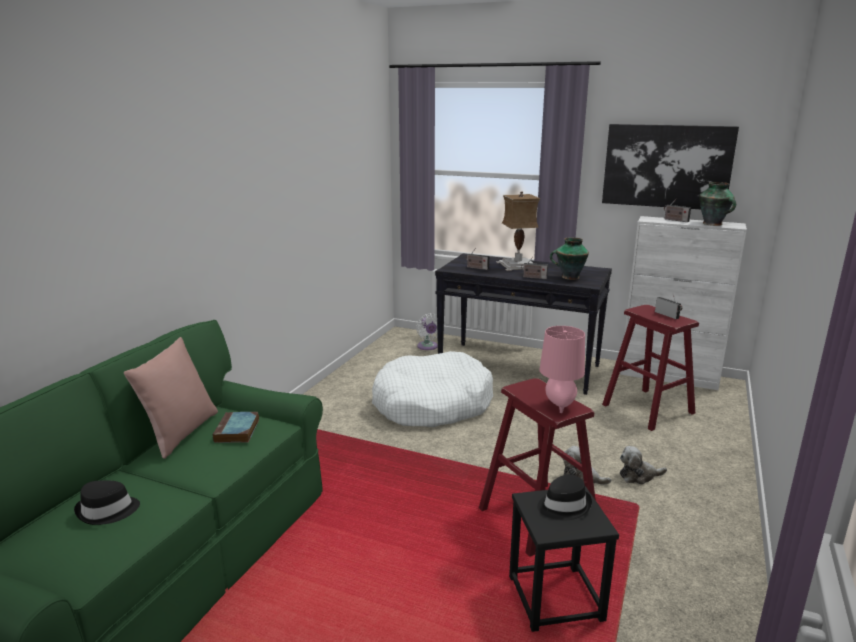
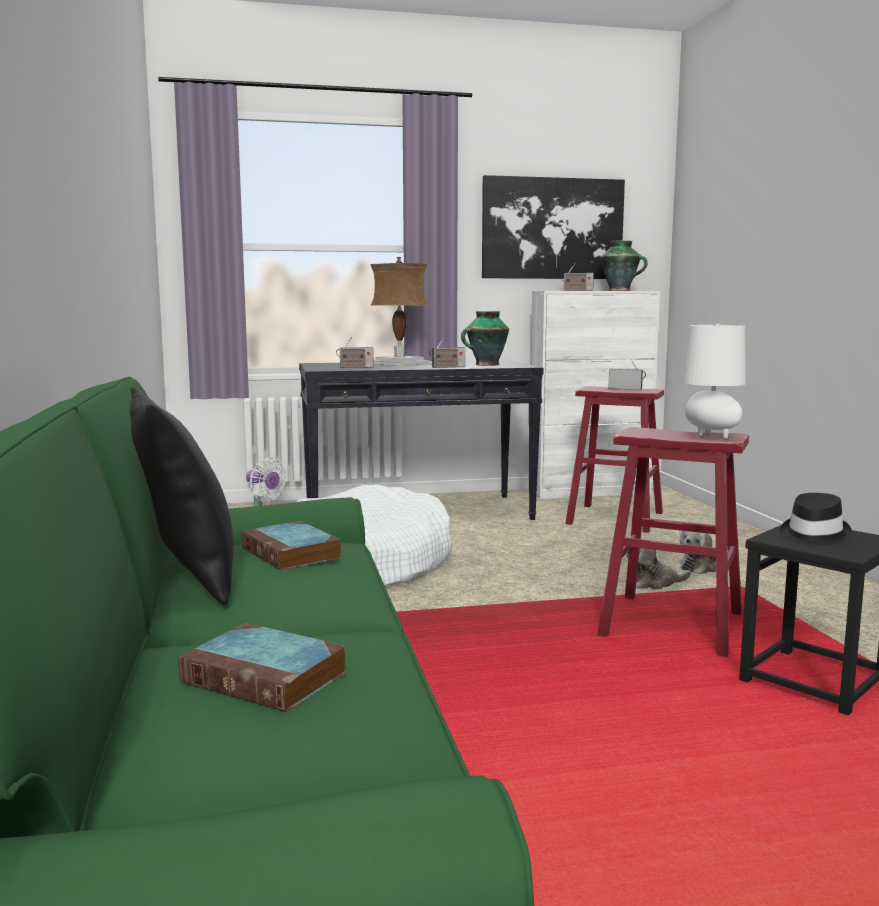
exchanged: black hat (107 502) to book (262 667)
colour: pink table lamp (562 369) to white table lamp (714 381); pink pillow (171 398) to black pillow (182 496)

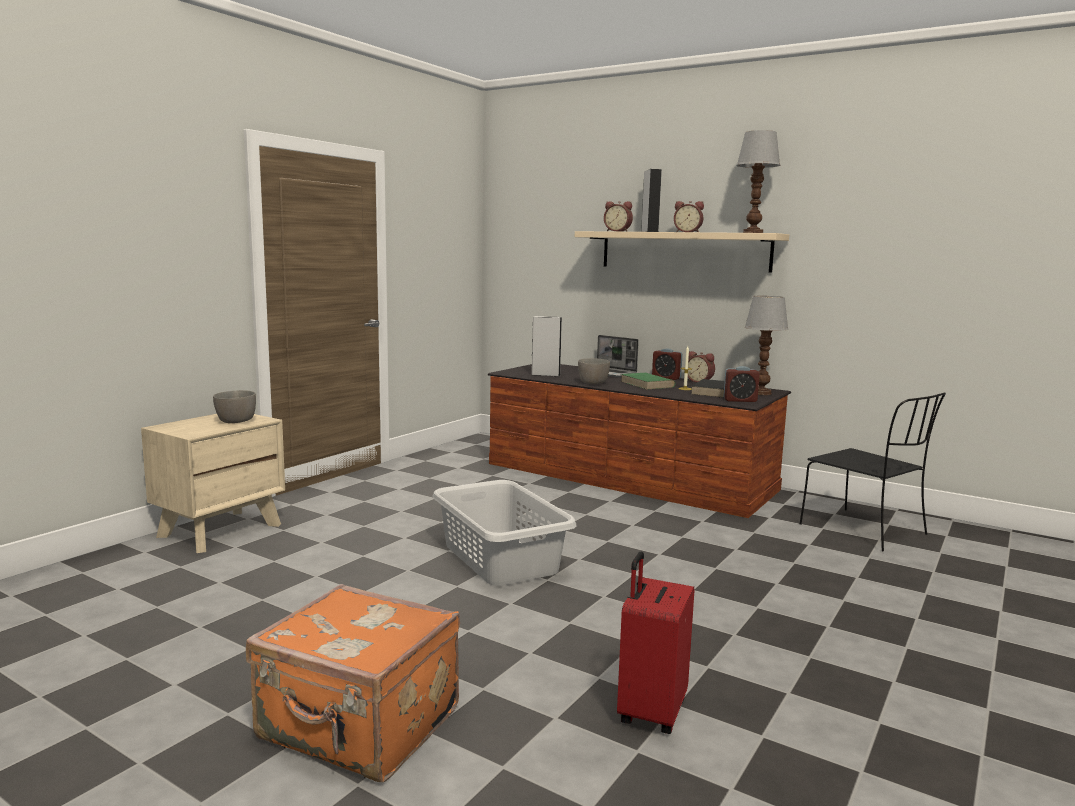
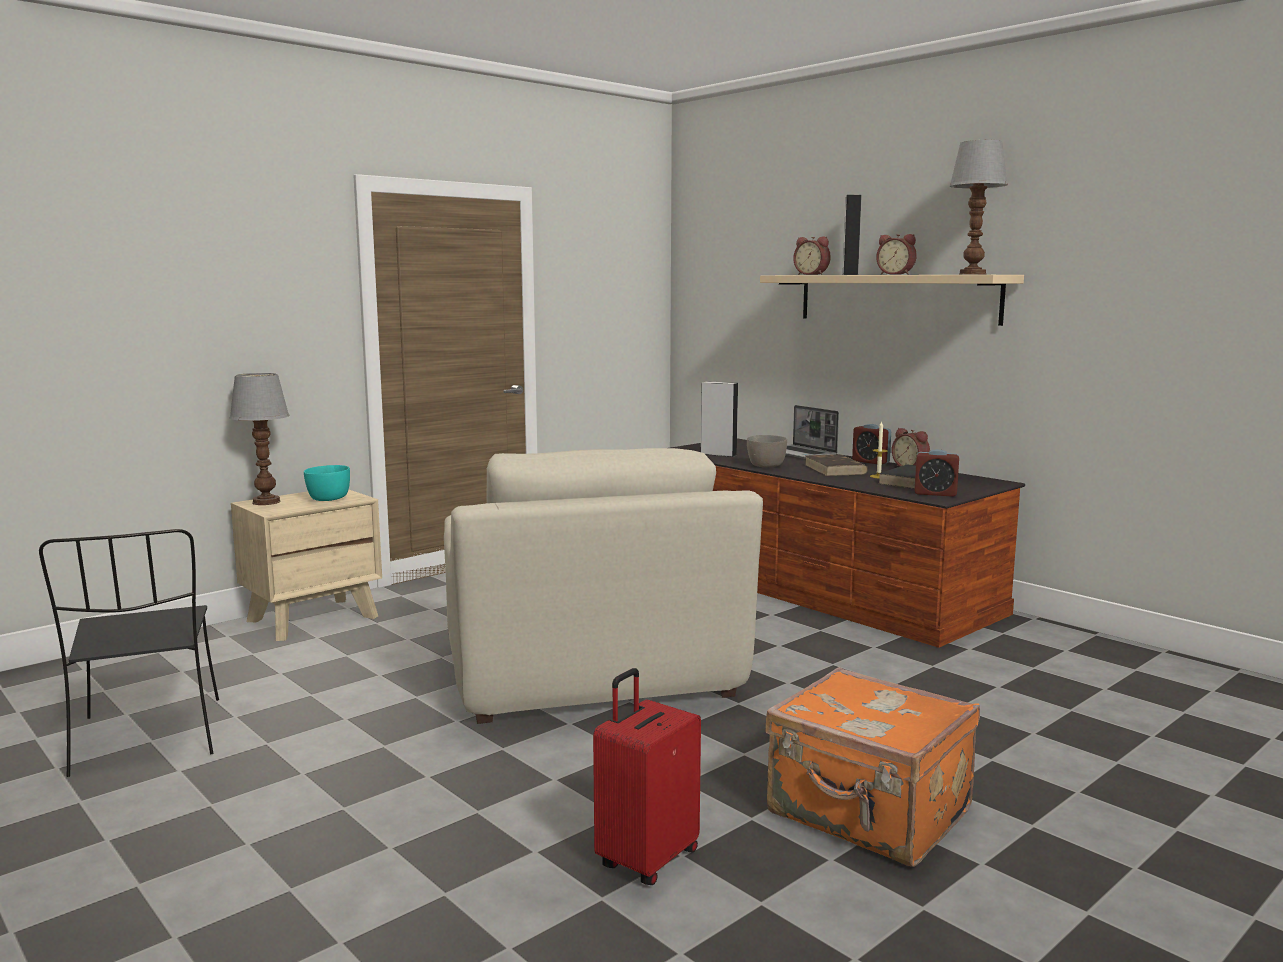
relocated: table lamp (766 345) to (259 439); black chair (873 471) to (129 653); orange suitcase (353 683) to (872 767)
exchanged: grey laundry basket (504 533) to beige armchair (603 586)
colour: green book (648 381) to brown book (836 465); grey bowl (234 406) to turquoise bowl (327 483)

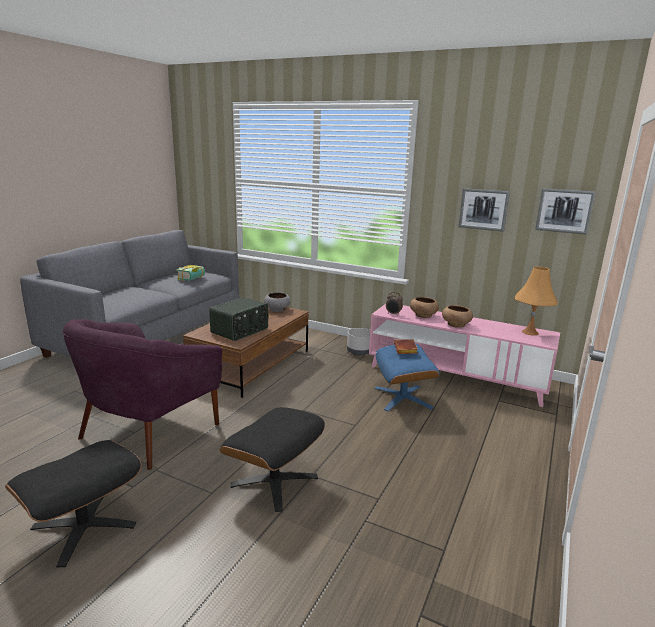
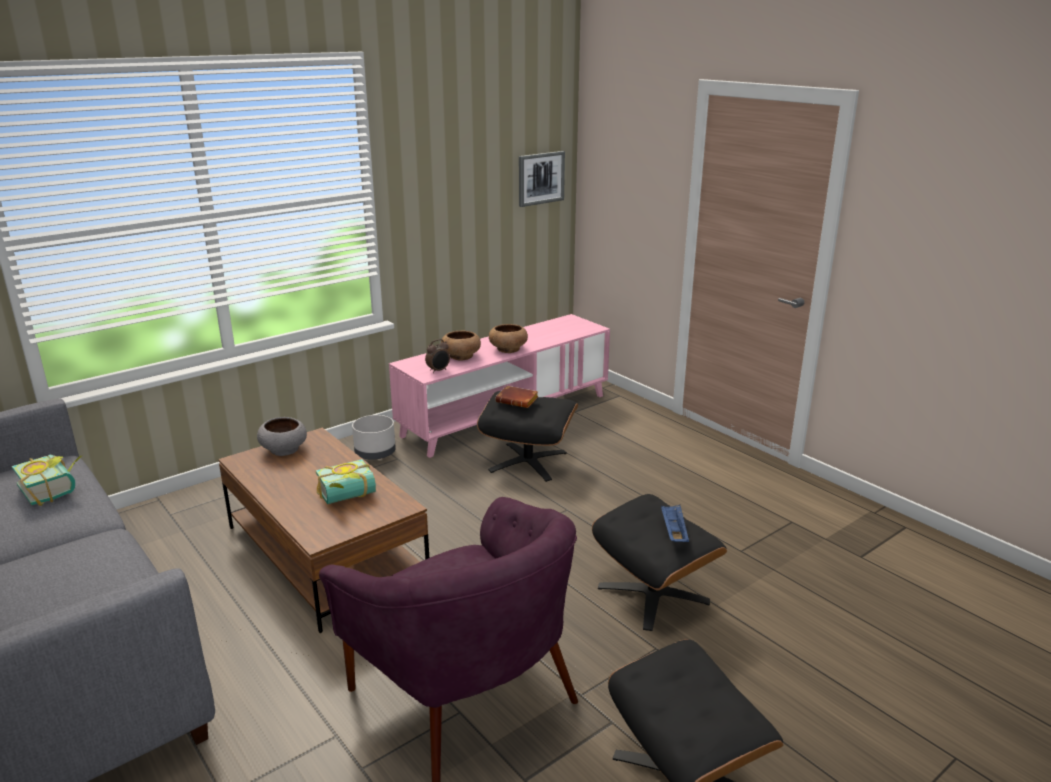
missing: picture (484 210); orange table lamp (536 301)
appeared: blue tray (675 523)
exchanged: radio (239 319) to book (346 481)
colour: blue ottoman (407 377) to black ottoman (527 436)

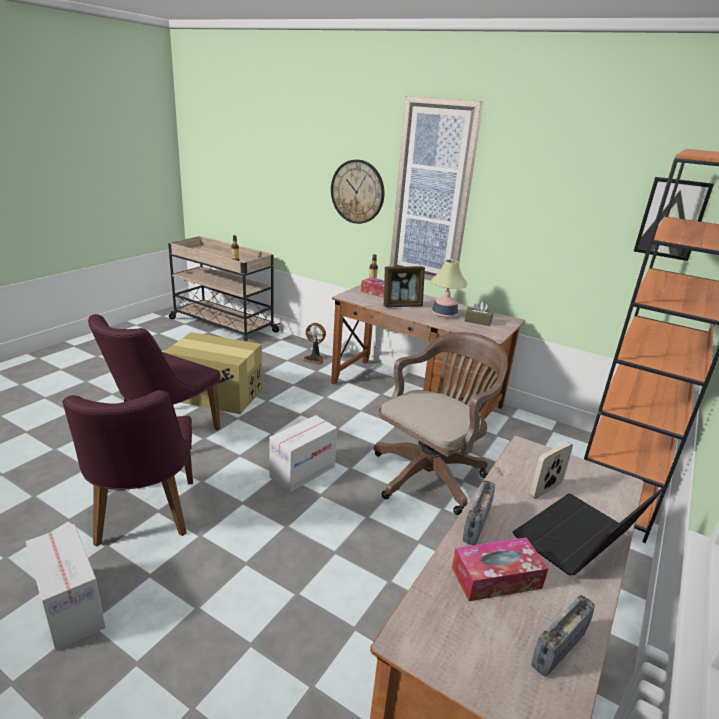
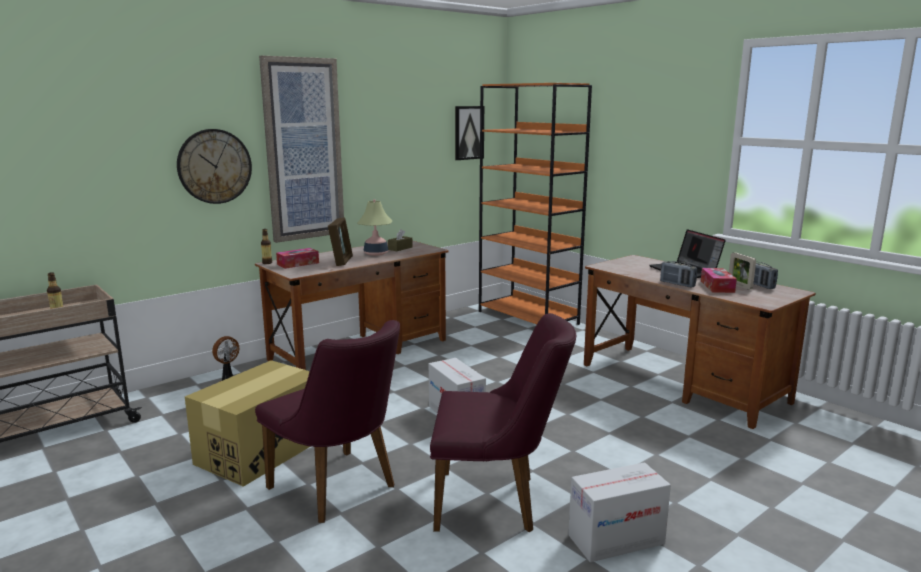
missing: brown office chair (440 423)
relocated: picture frame (551 470) to (742 271)

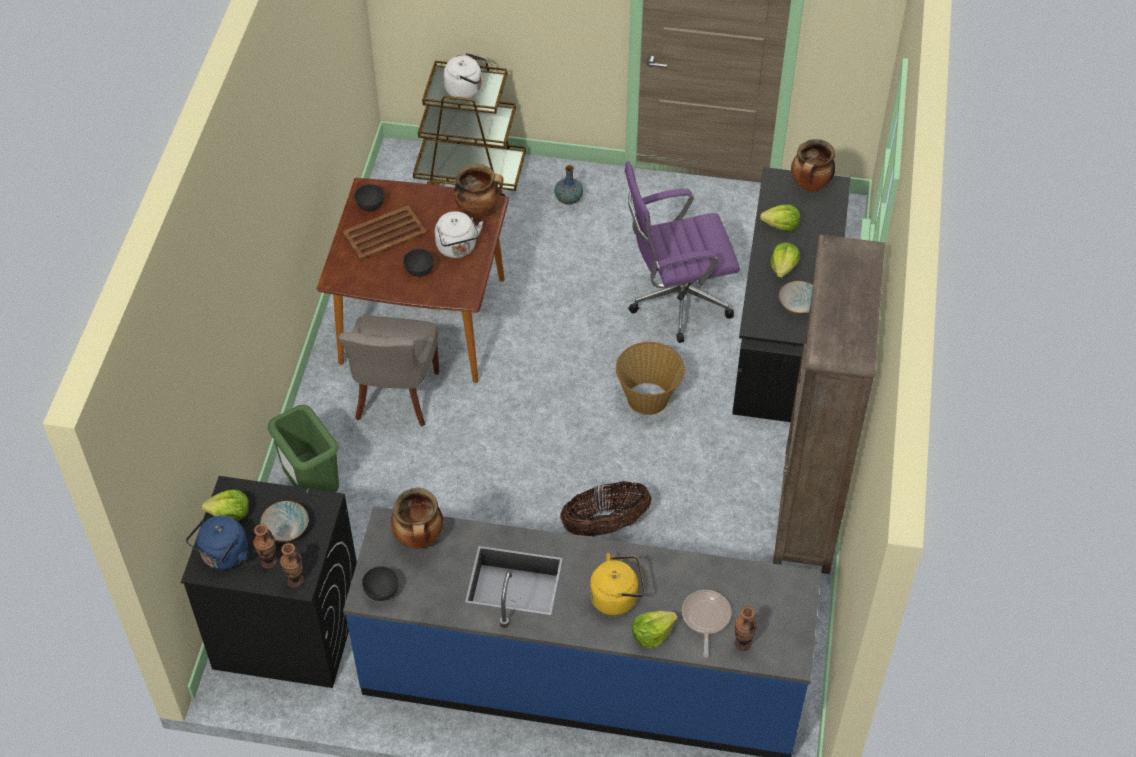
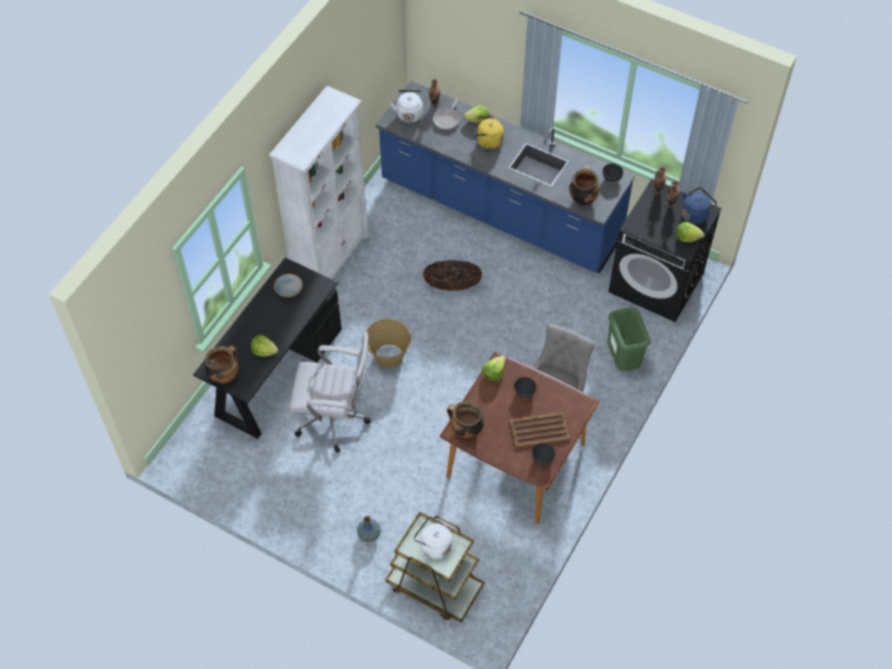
missing: bowl (284 521)
relocated: white kettle (459 234) to (407 106); lettuce (785 260) to (494 368)
colour: purple office chair (682 252) to white office chair (330 392); brown bookcase (829 404) to white bookcase (319 182)

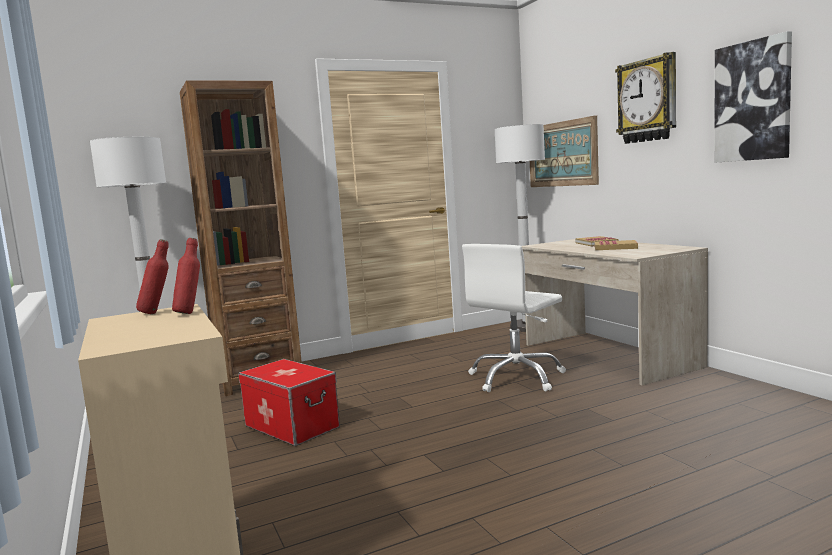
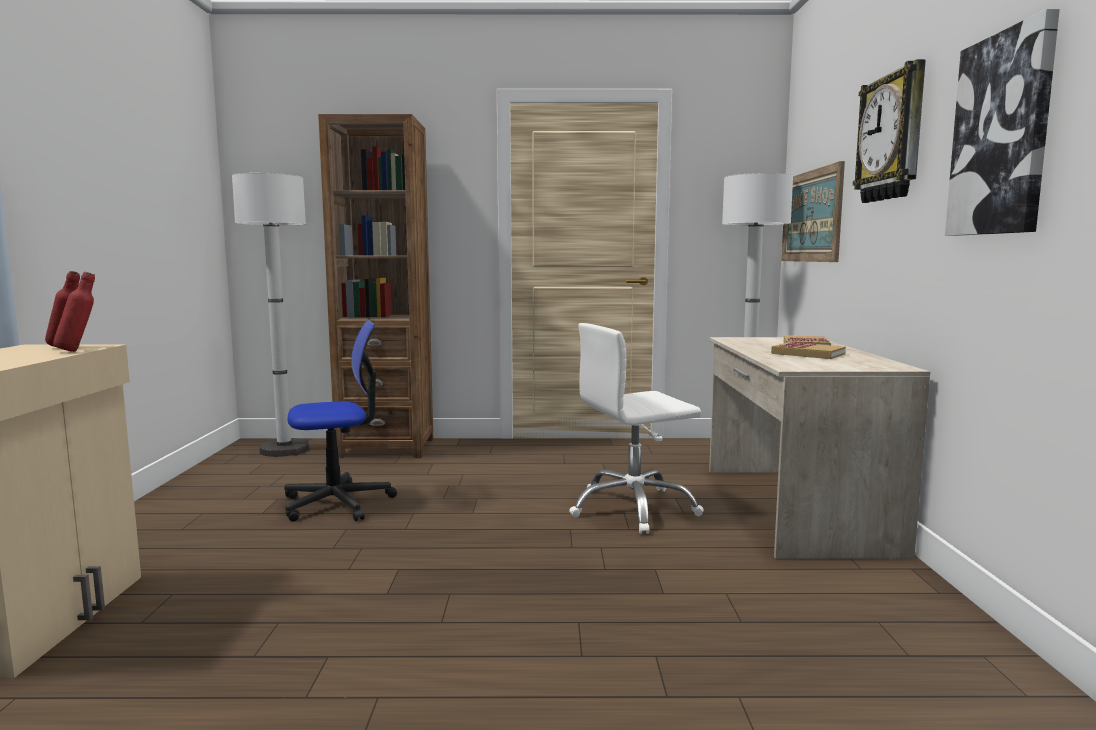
exchanged: storage box (289 402) to office chair (340 420)

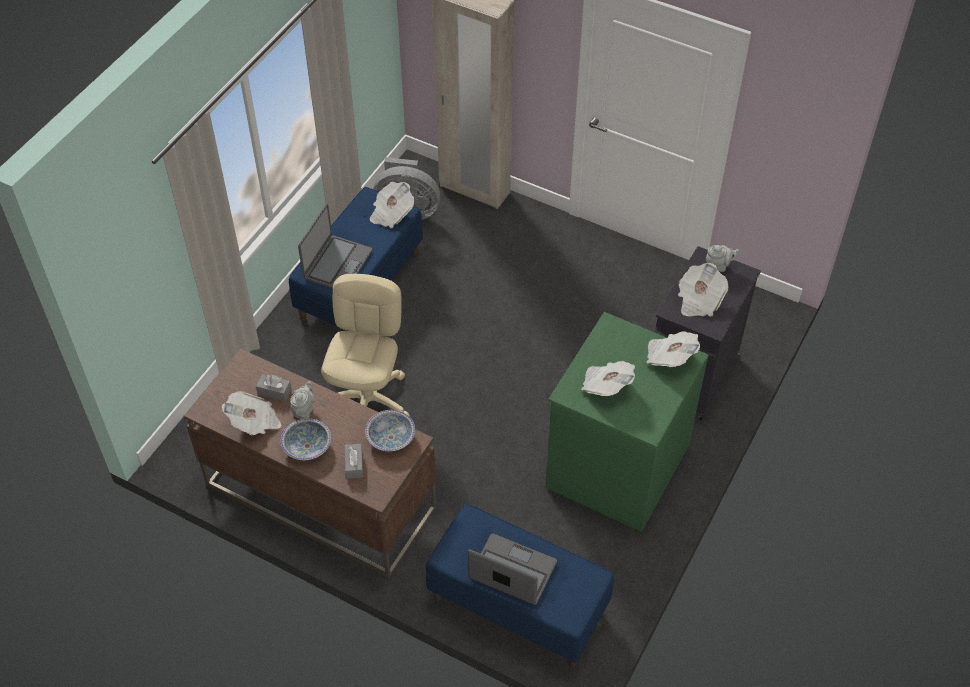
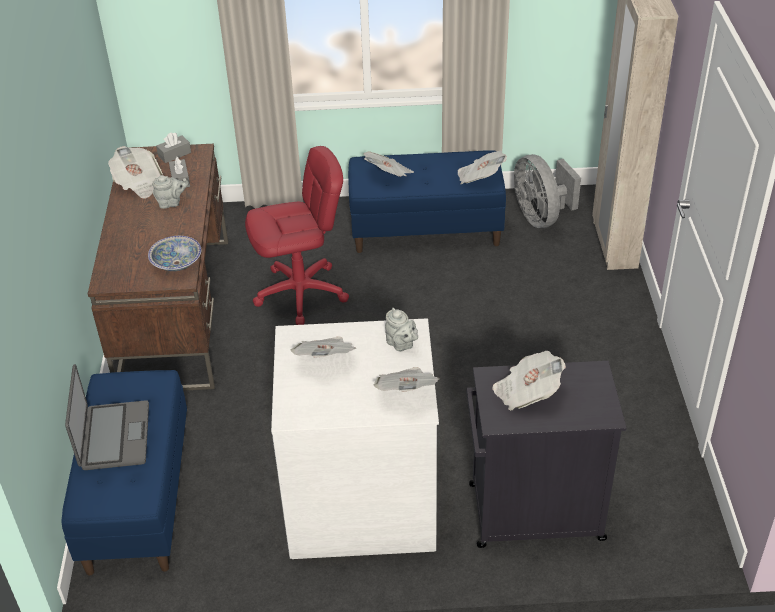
missing: bowl (306 439)
relocated: grey teapot (723 258) to (401 330); grey tissue box (354 461) to (173 147)
exchanged: laptop (335 246) to newspaper (389 164)
colour: beige office chair (365 345) to red office chair (297 235); green dresser (627 422) to white dresser (355 438)

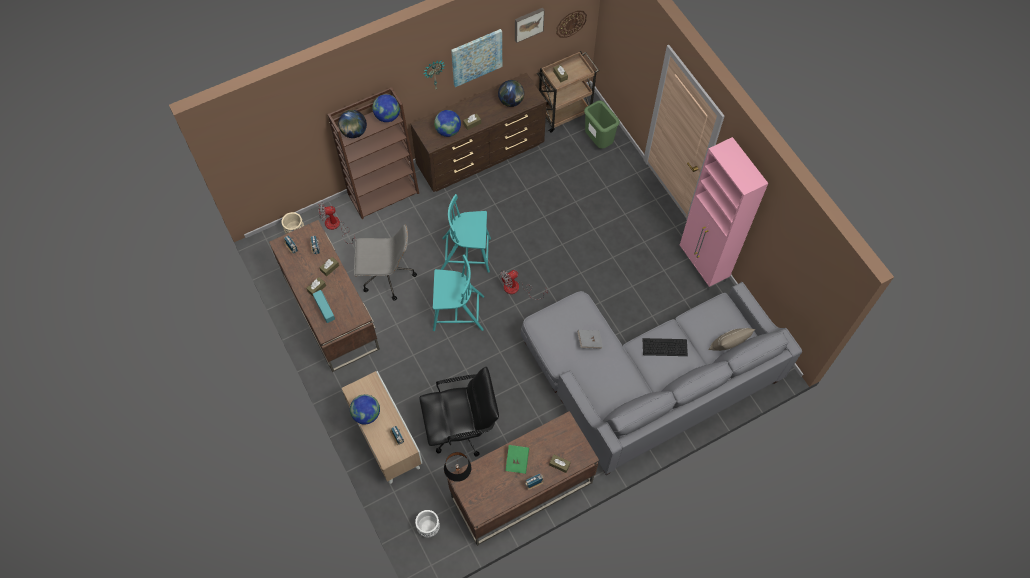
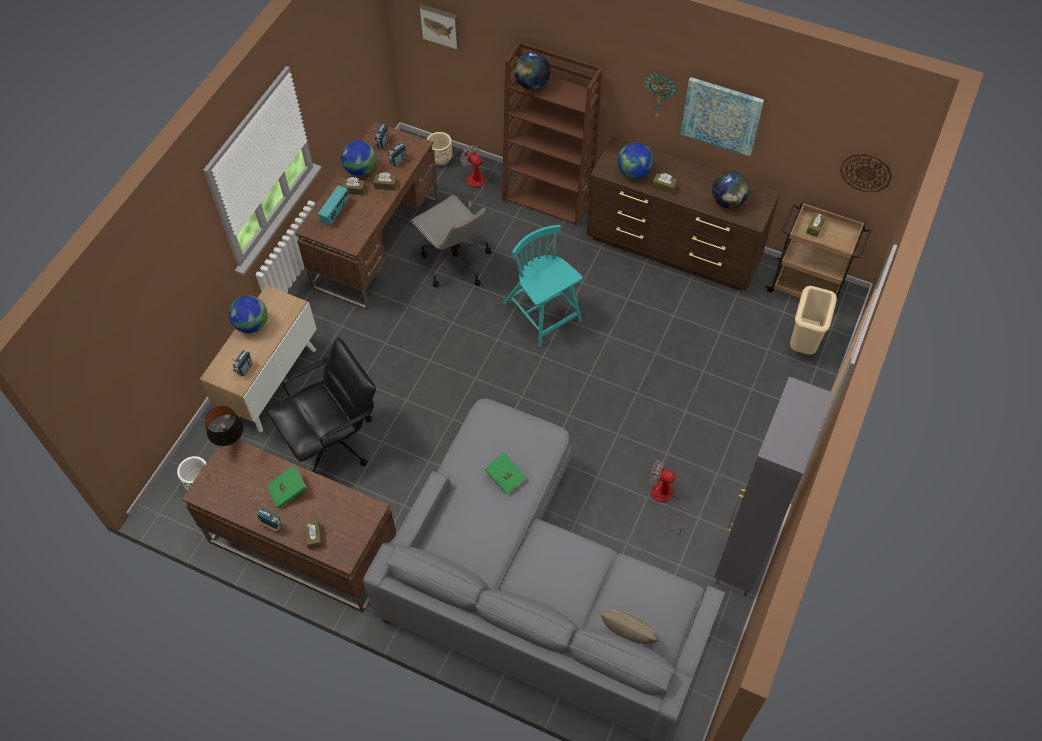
missing: turquoise chair (458 293); keyboard (665 347)
relocated: picture (530 25) to (439 27); globe (386 108) to (359 158); fan (524 285) to (668 497)
colour: green trash can (602 125) to beige trash can (813 320); pink cabinet (724 213) to grey cabinet (773 486); grey book (590 339) to green book (505 473)
spun: black office chair (459 412) = (321 405) 75 degrees counterclockwise

